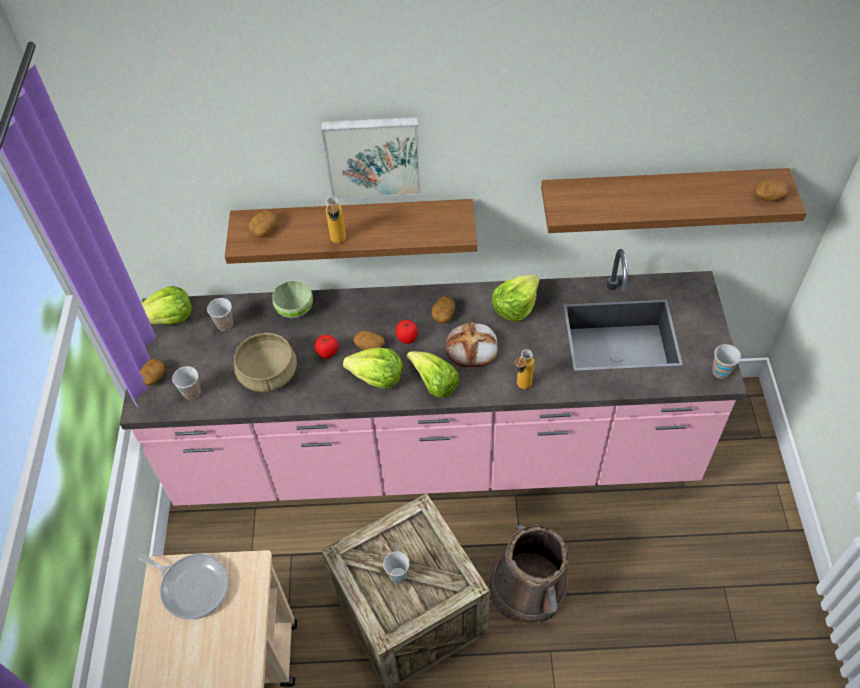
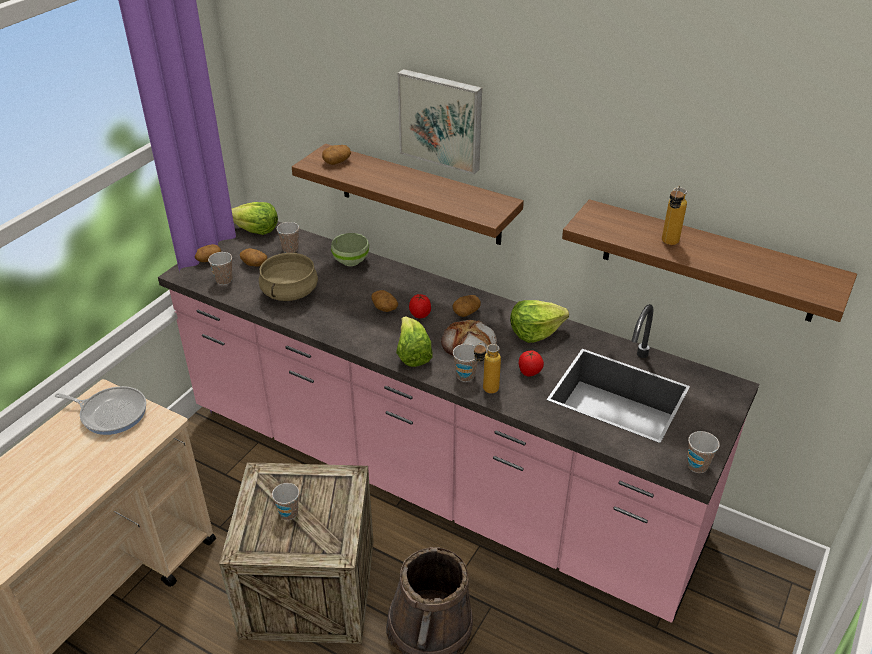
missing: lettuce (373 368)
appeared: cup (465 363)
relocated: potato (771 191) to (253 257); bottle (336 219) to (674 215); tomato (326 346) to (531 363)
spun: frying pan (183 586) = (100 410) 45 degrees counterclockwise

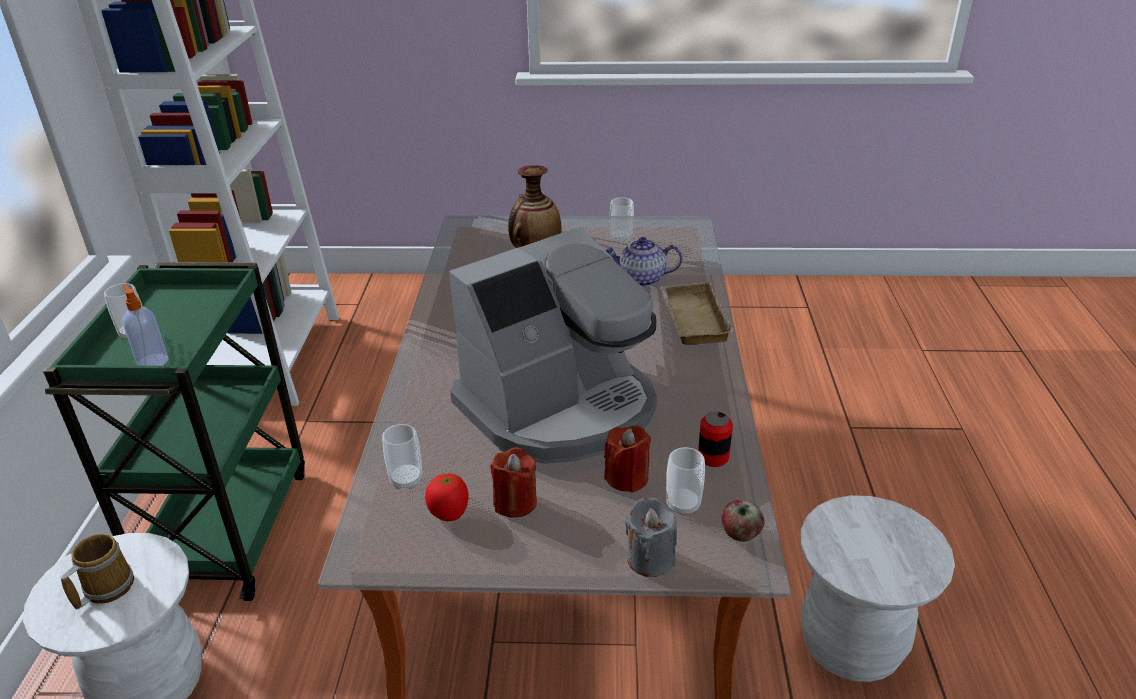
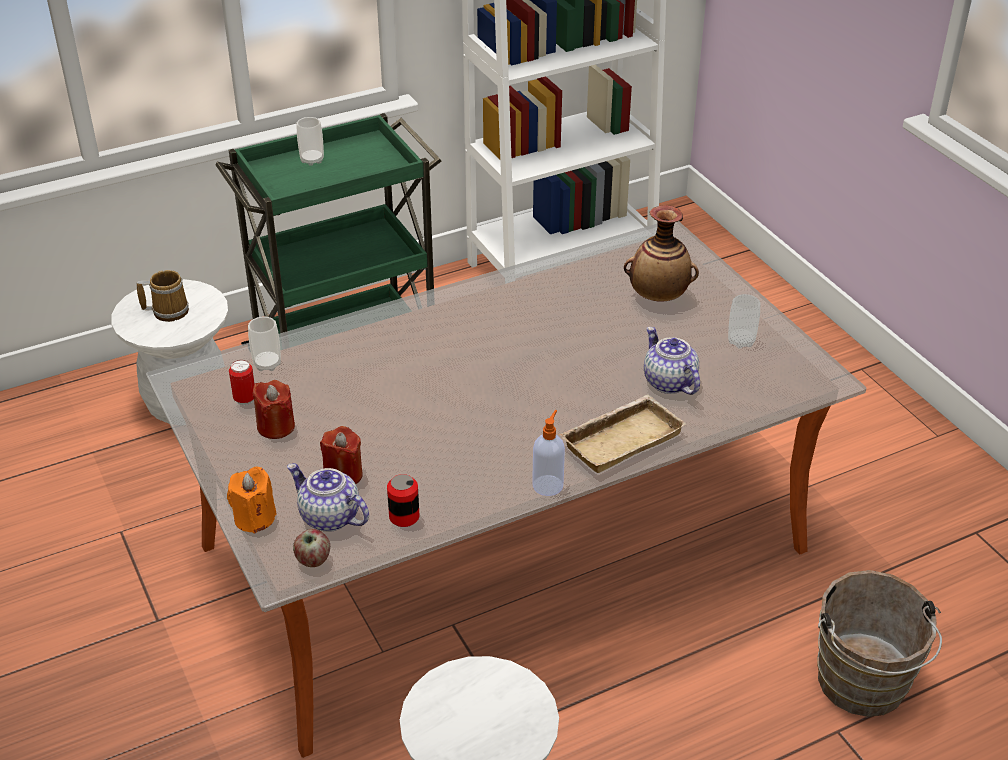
missing: coffee machine (553 345)
appeared: brown bucket (879 643)
relocated: soap dispenser (146 325) to (548 453)
exchanged: cup (685 481) to teapot (328 497); tomato (447 497) to can (242 382)
colour: grey candle (651 537) to orange candle (251 500)

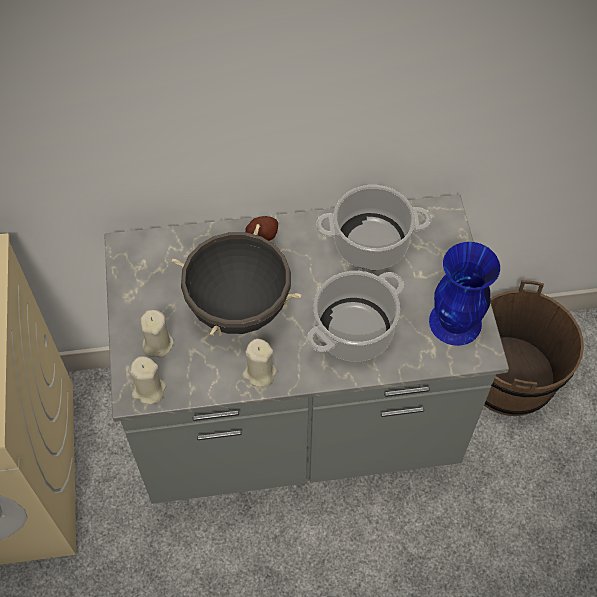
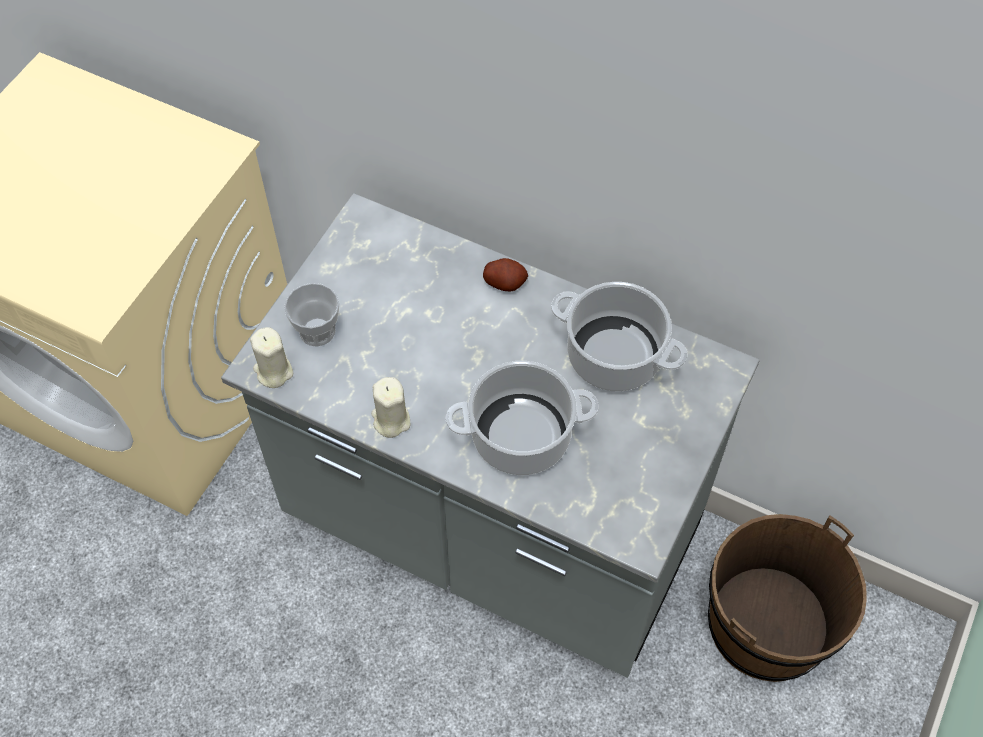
missing: black cooking pot (236 280); blue vase (464 294)
exchanged: beige candle (157 334) to cup (311 315)

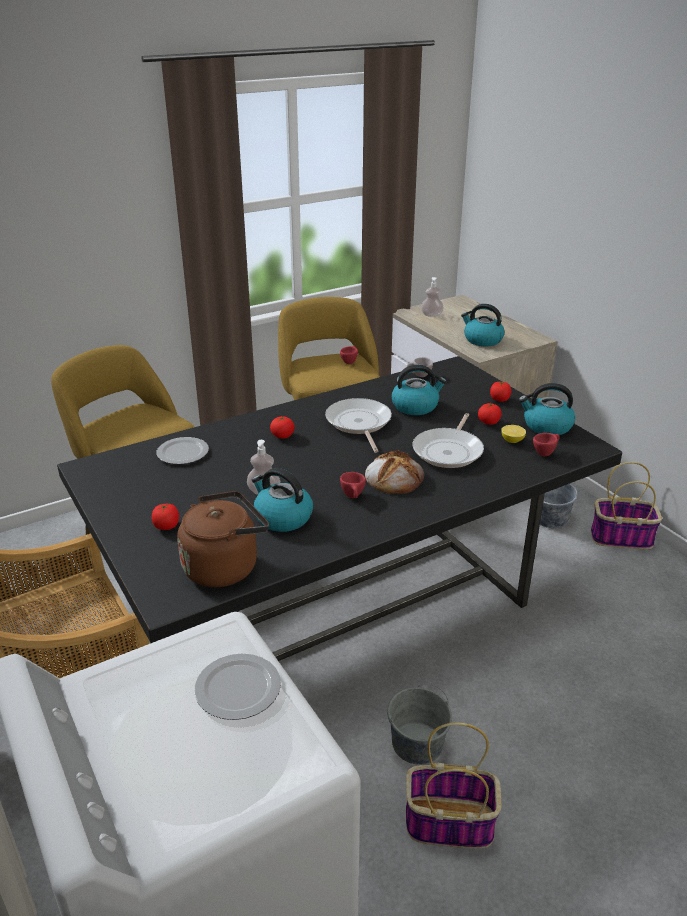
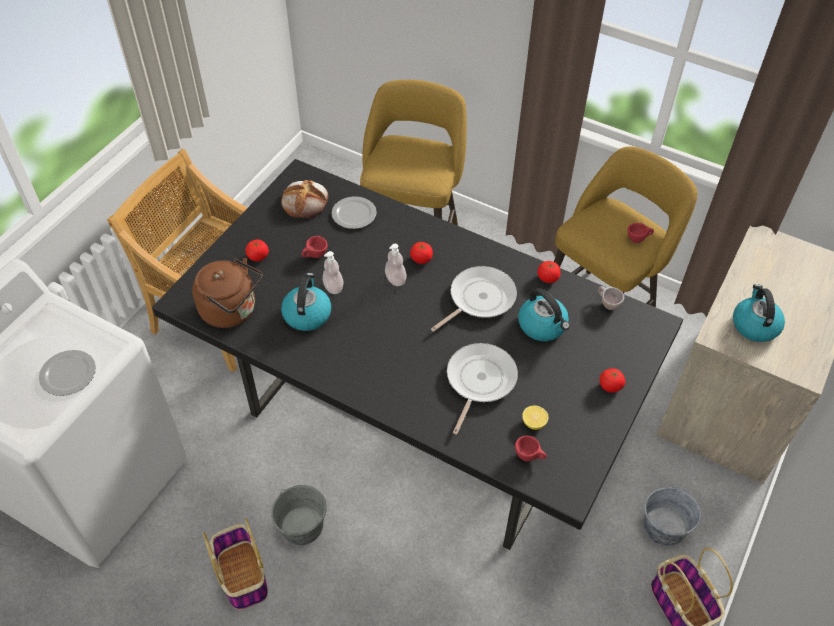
missing: kettle (547 409)
relocated: soap dispenser (432 297) to (396 265); tomato (490 414) to (549 272); bread (394 472) to (305 199); red cup (353 485) to (315 247)
spun: frying pan (448 440) = (482 388) 120 degrees clockwise

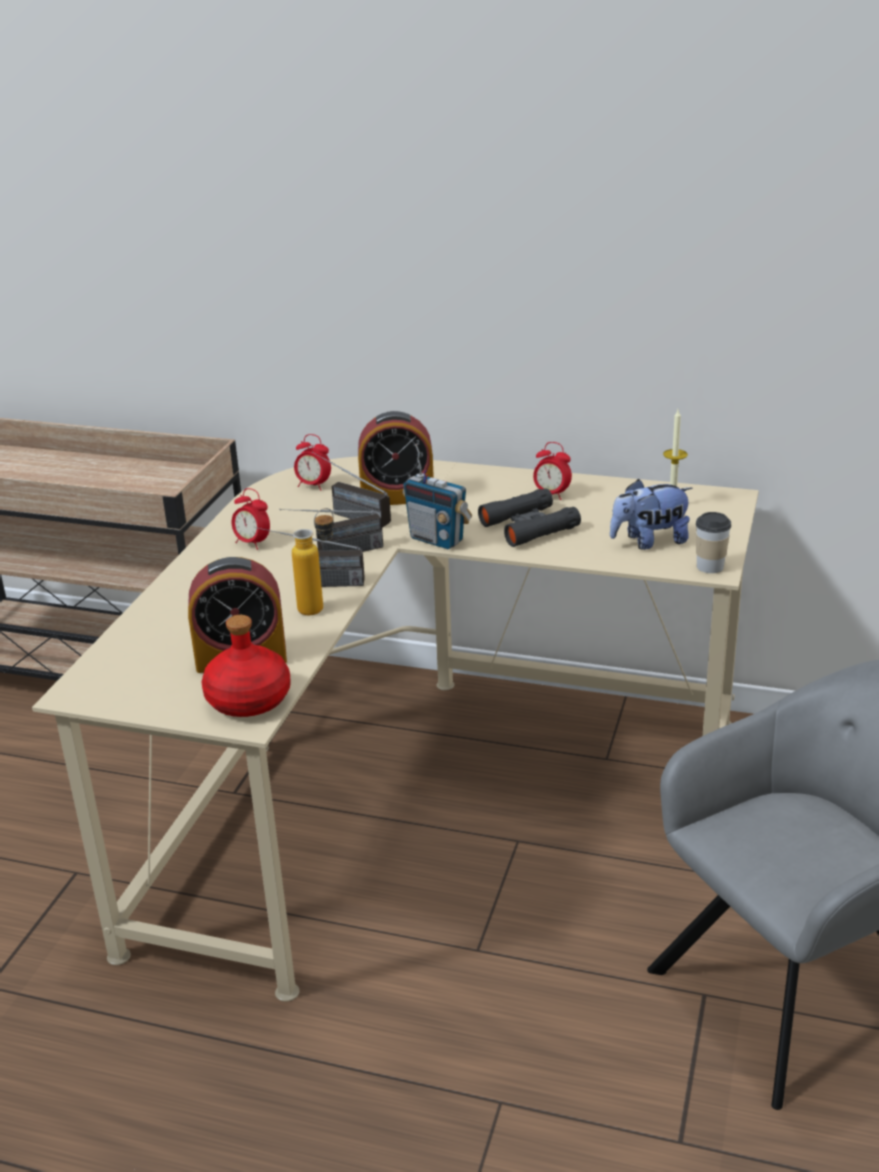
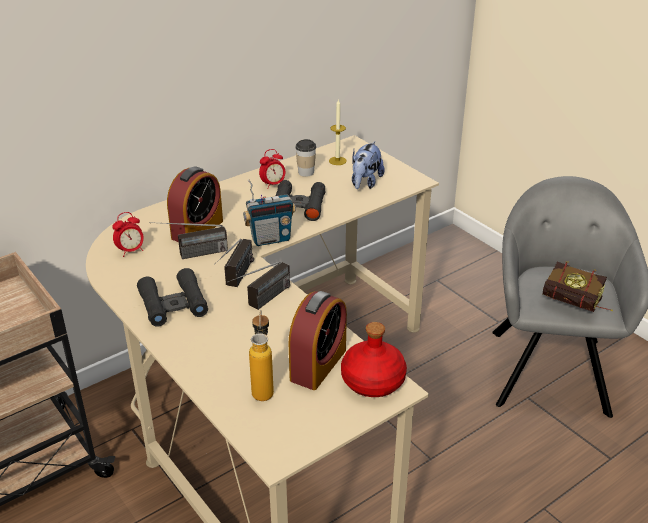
appeared: book (578 286)
relocated: bottle (313 561) to (261 355); cup (713 542) to (305 158)
exchanged: alarm clock (251 519) to black binoculars (172 297)

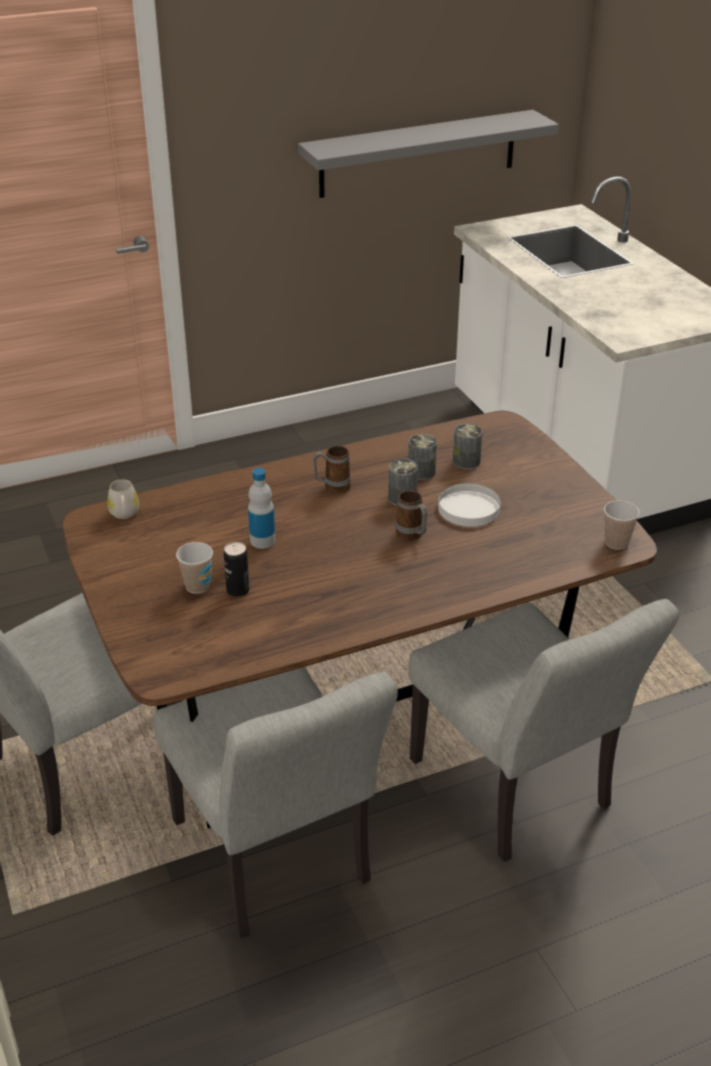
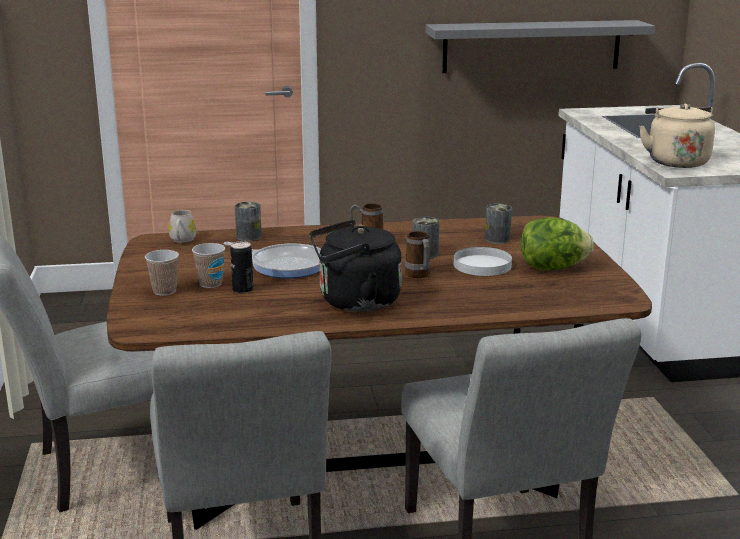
appeared: beige kettle (677 135); lettuce (557 243); black kettle (356 266)
relocated: can (422 457) to (248 221); cup (622 525) to (162 273)
exchanged: bottle (261 508) to frying pan (272 260)

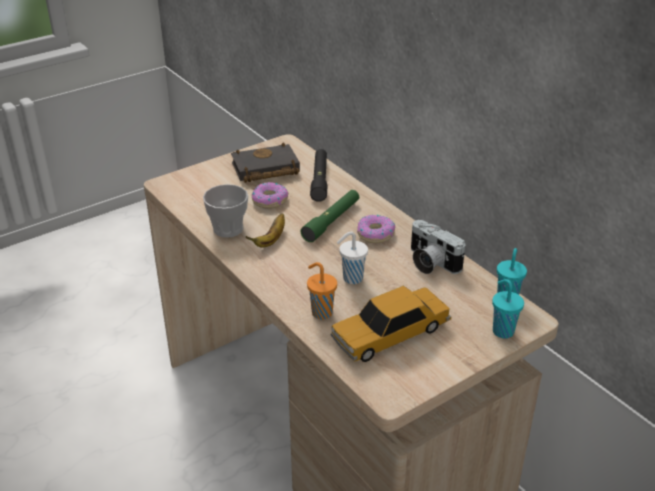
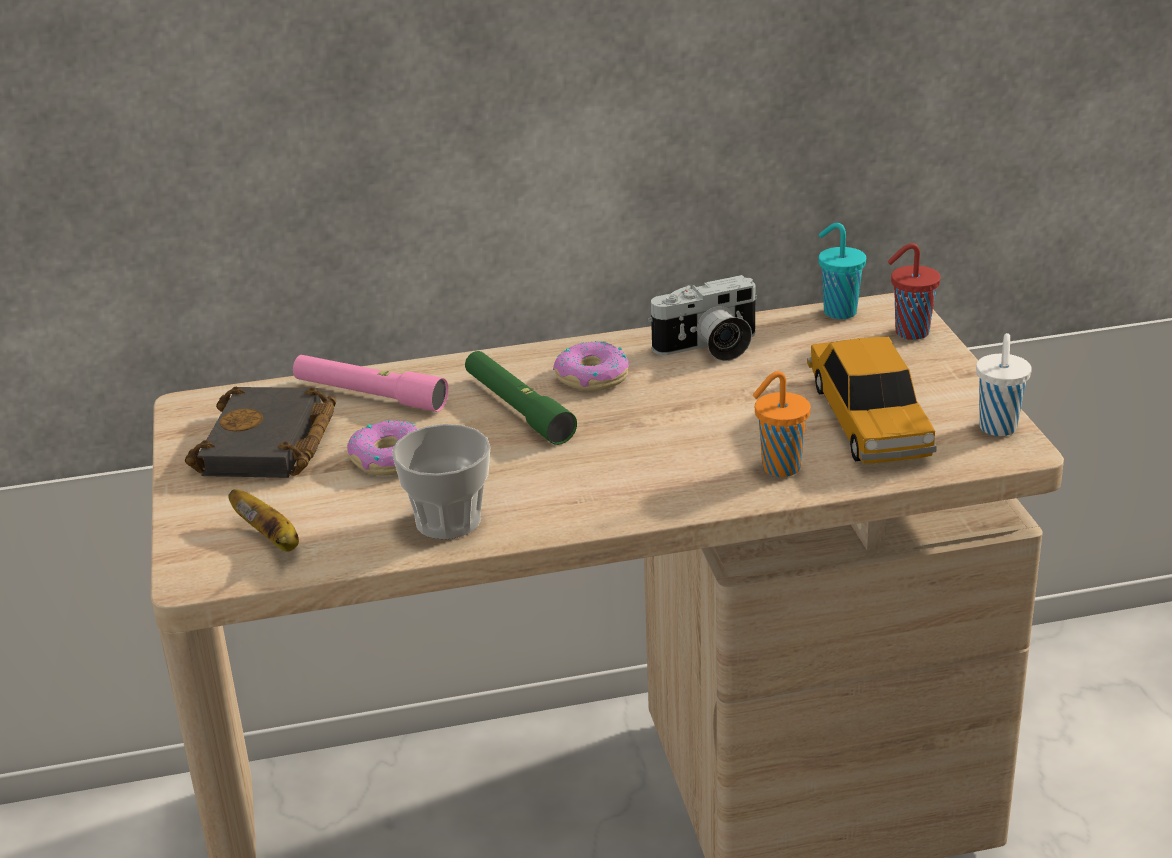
relocated: banana (265 230) to (263 520); white cup (352 258) to (1004 384)
colour: black flashlight (318 175) to pink flashlight (371 383); turquoise cup (508 308) to red cup (914 291)

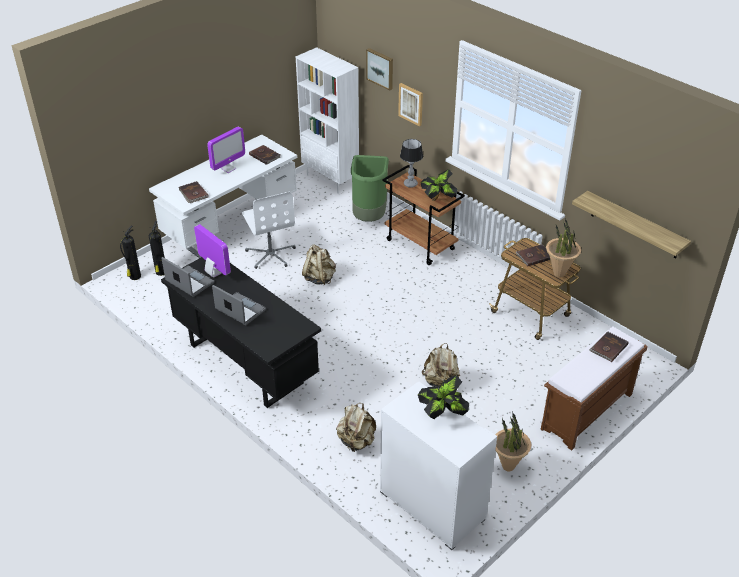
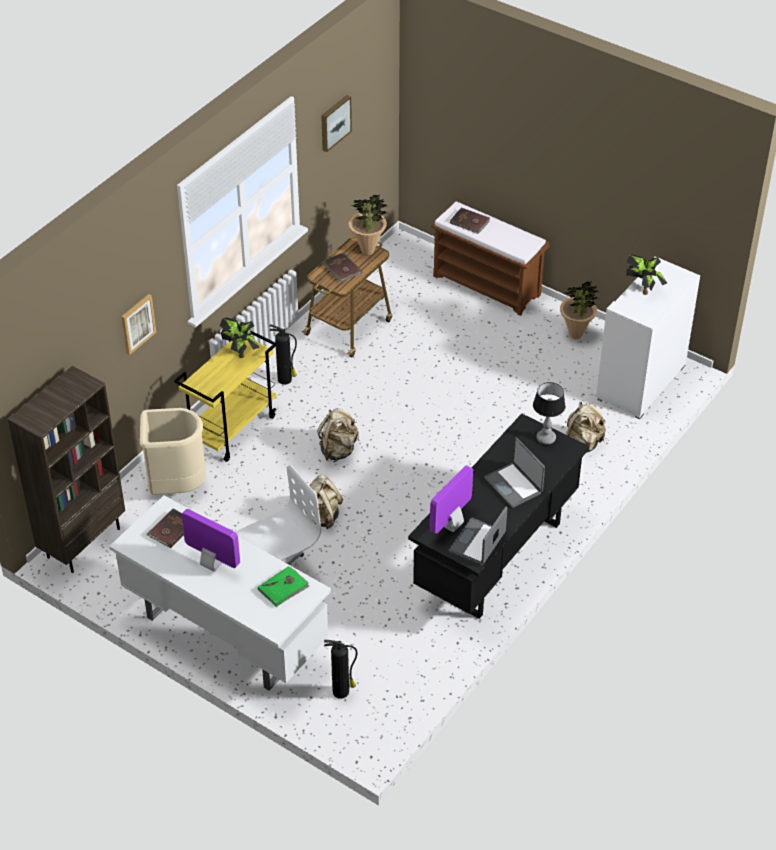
missing: shelf (631 224)
relocated: picture (379 69) to (336 123); table lamp (411 163) to (549 413); fire extinguisher (130 253) to (283 354); beige backpack (441 365) to (338 435)
colour: white bookcase (327 120) to brown bookcase (66 469); green trash can (370 188) to beige trash can (173 451); brown cart (423 215) to yellow cart (225 396); brown book (194 192) to green book (283 586)
spun: laptop (239 305) = (514 472) 60 degrees counterclockwise

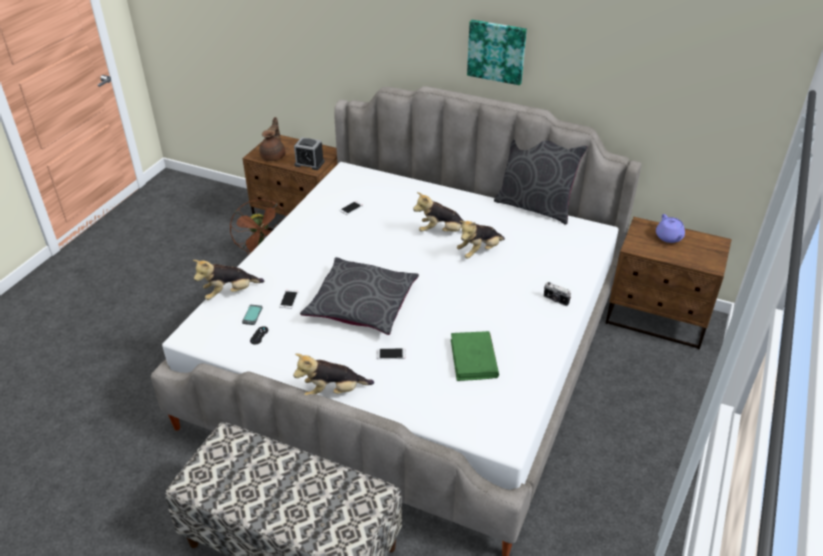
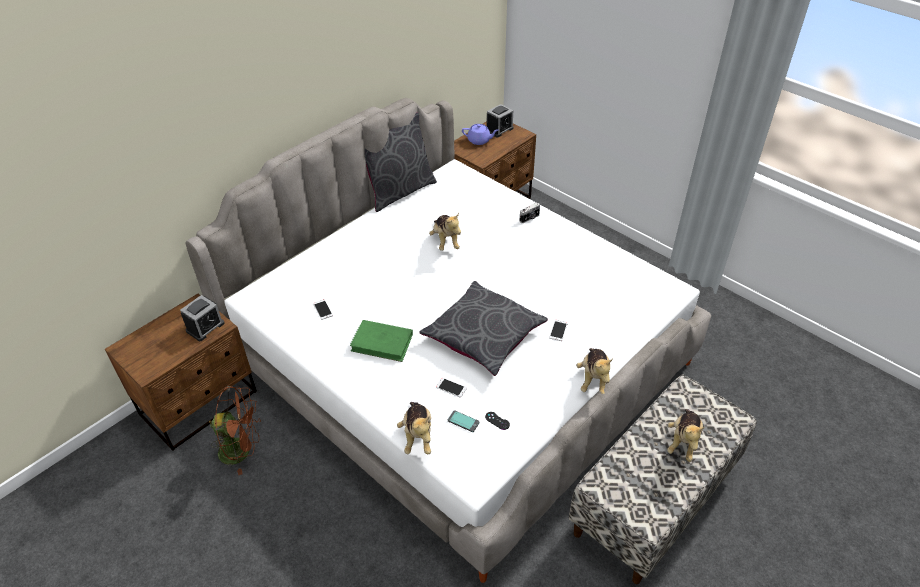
missing: picture (497 52); brown teapot (272 139)
appeared: alarm clock (500 120)
relocated: plush toy (438 212) to (686 435); green book (475 356) to (381 341)

